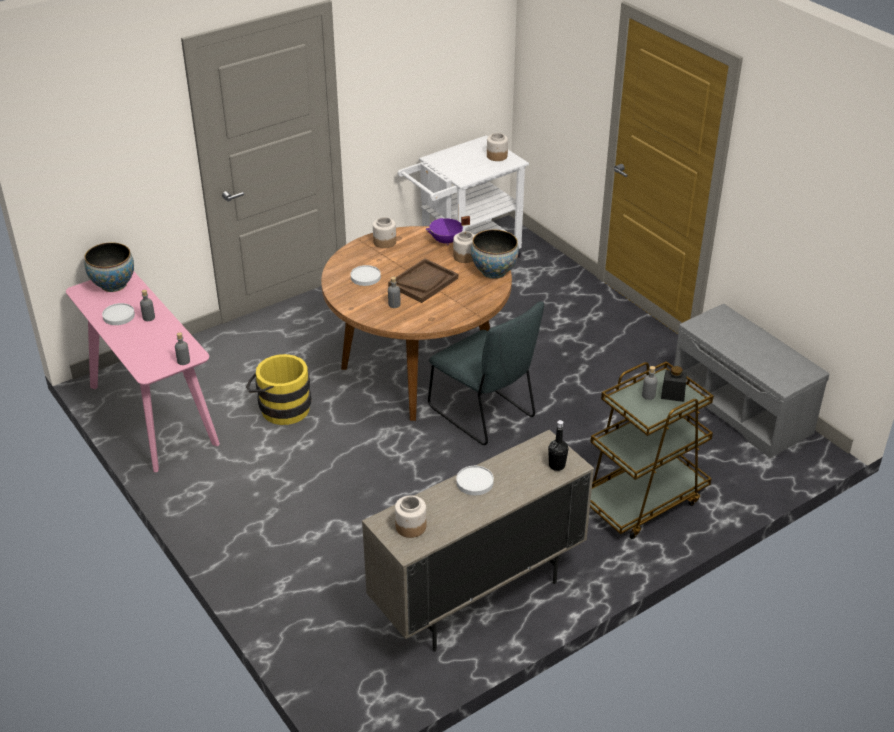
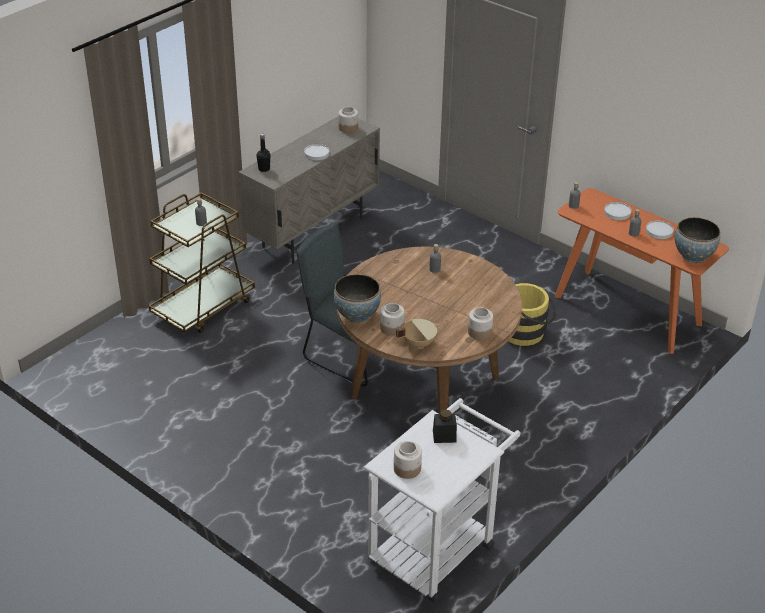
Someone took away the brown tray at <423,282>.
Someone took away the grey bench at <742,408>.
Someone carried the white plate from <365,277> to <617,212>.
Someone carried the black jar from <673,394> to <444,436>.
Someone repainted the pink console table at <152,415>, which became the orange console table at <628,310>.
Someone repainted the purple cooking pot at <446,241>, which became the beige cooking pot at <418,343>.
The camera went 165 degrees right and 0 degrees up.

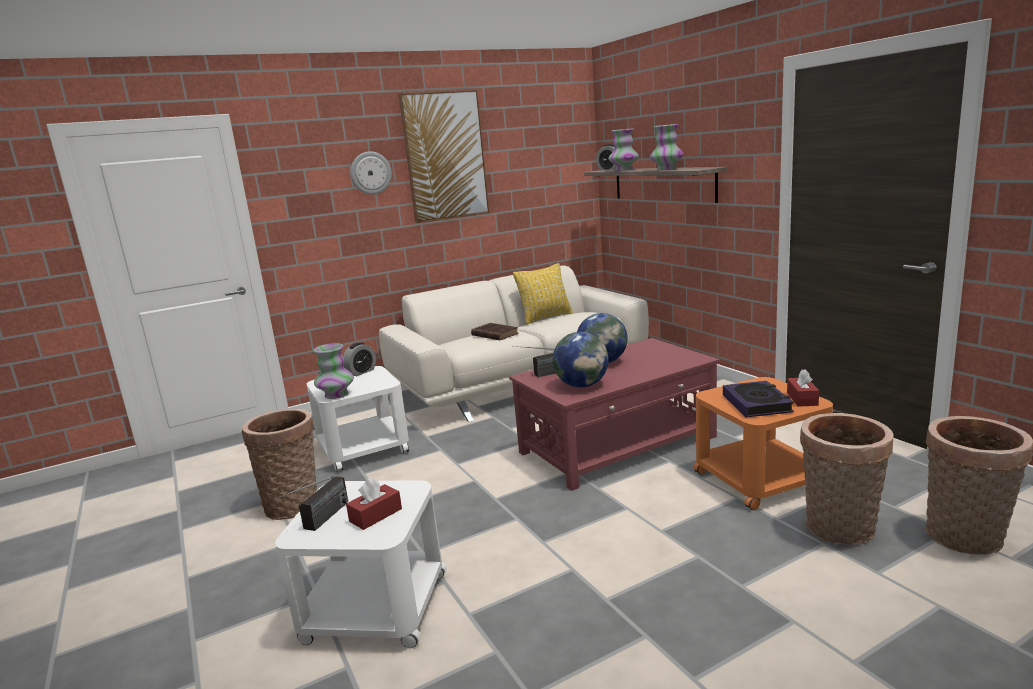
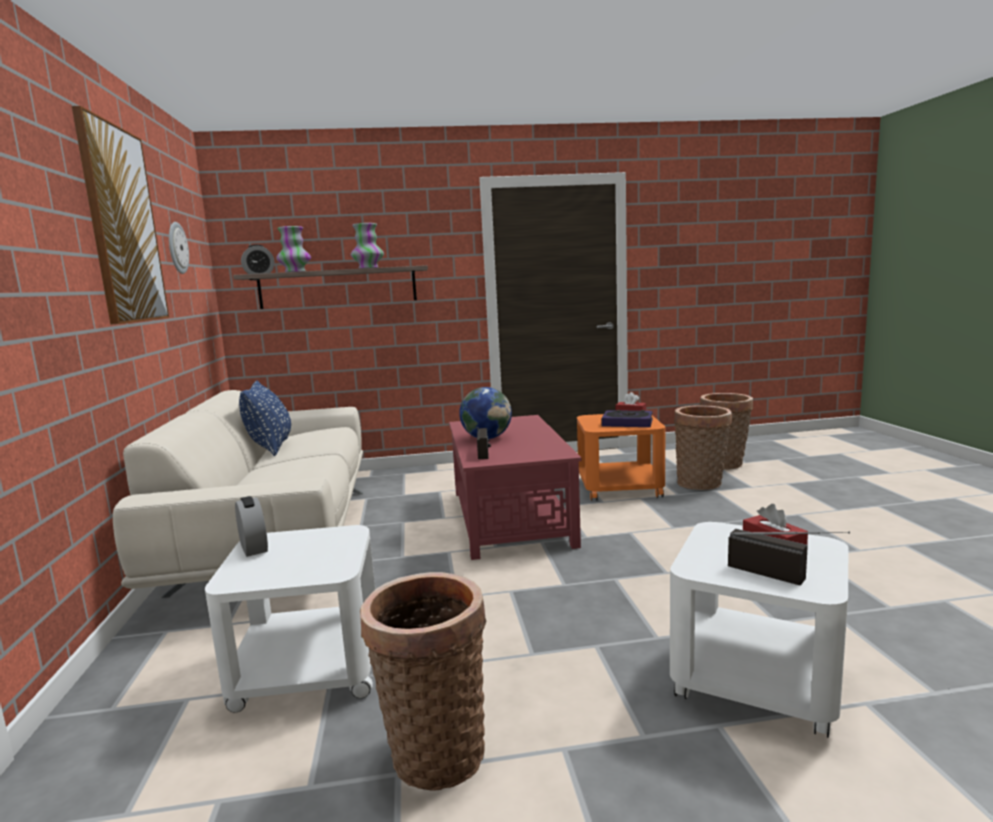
Someone took away the vase at <336,395>.
Someone took away the brown book at <494,334>.
Someone took away the globe at <582,385>.
Someone carried the wall clock from <371,173> to <177,248>.
Someone repainted the yellow pillow at <545,317>, which became the blue pillow at <271,448>.
The camera went 70 degrees left and 5 degrees down.

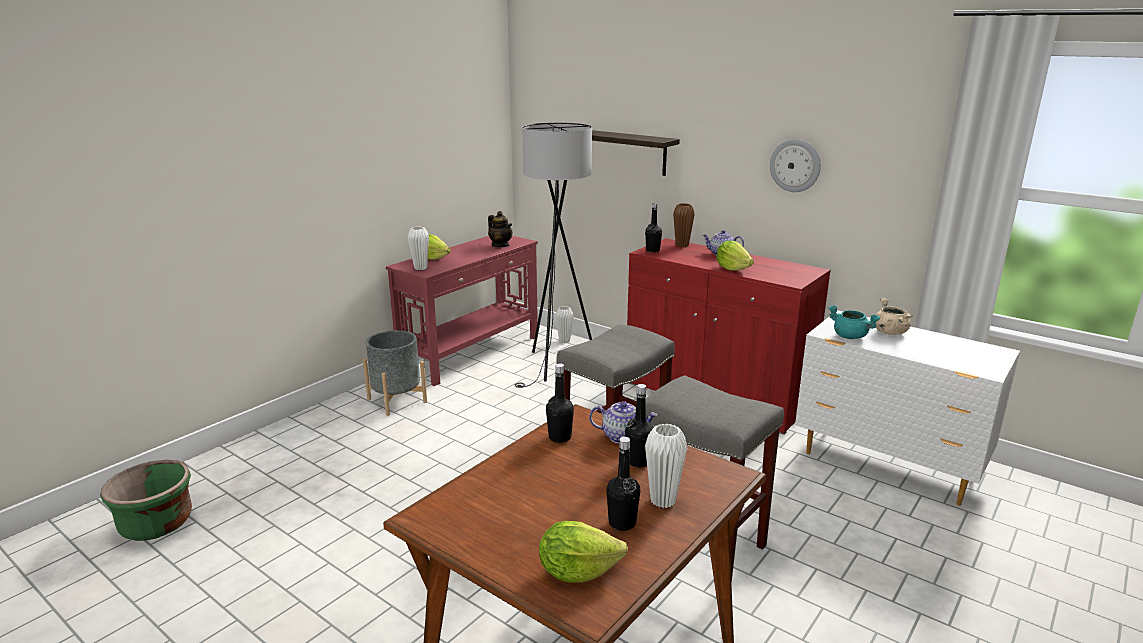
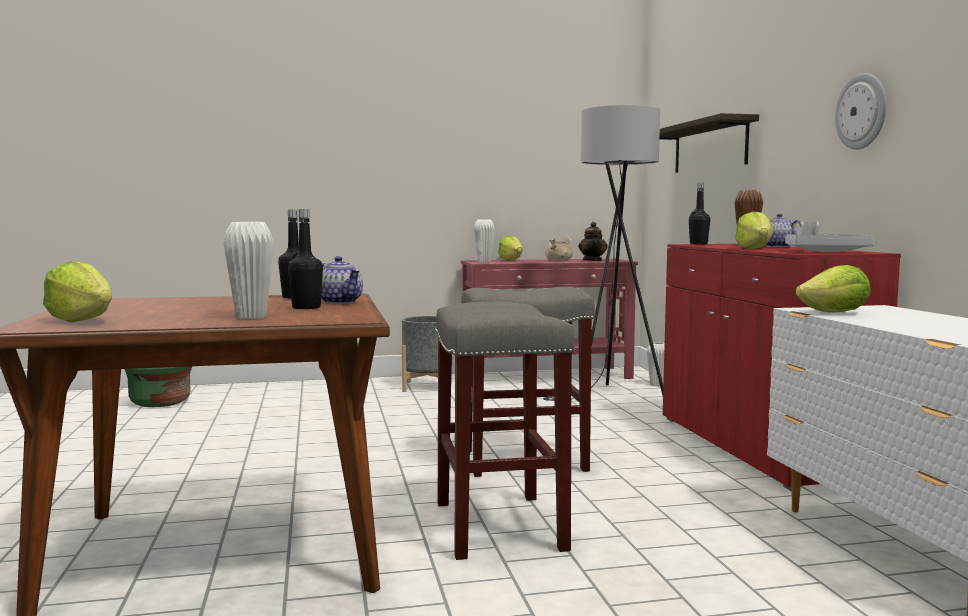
Someone took away the black bottle at <622,523>.
Someone put down the grey tray at <826,252>.
Someone carried the beige cooking pot from <889,332> to <558,261>.
Someone swapped the turquoise cooking pot at <850,336> for the lettuce at <835,313>.
The camera went 40 degrees right and 15 degrees down.

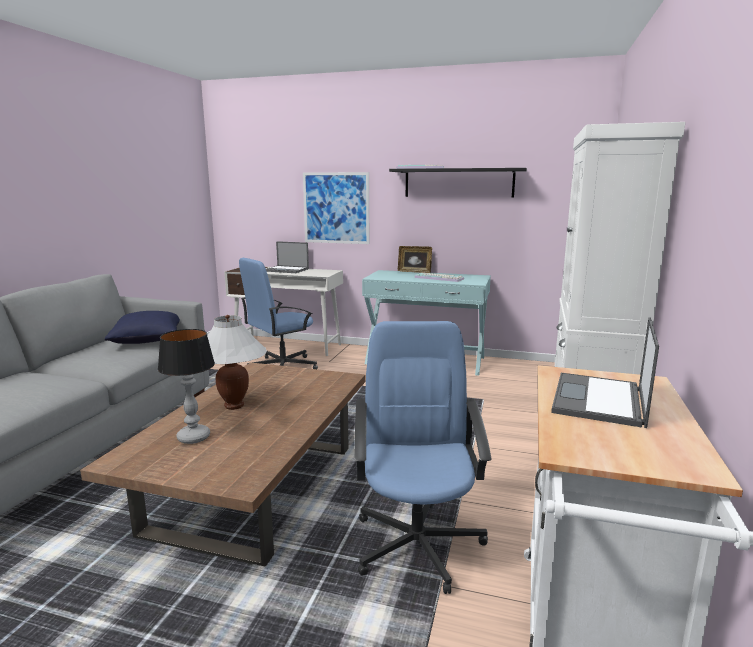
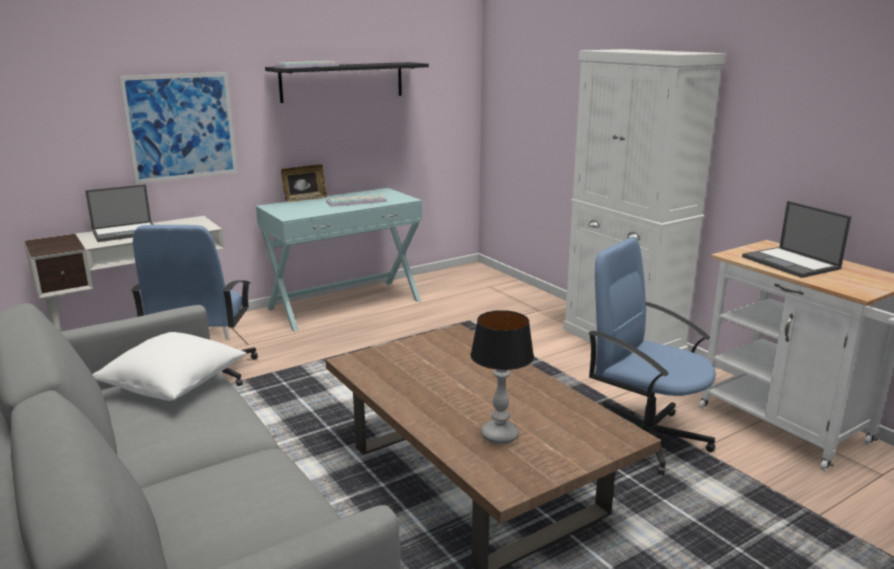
Someone took away the white table lamp at <234,406>.
Someone repainted the blue pillow at <148,341>, which became the white pillow at <175,385>.
The camera went 50 degrees left and 5 degrees up.

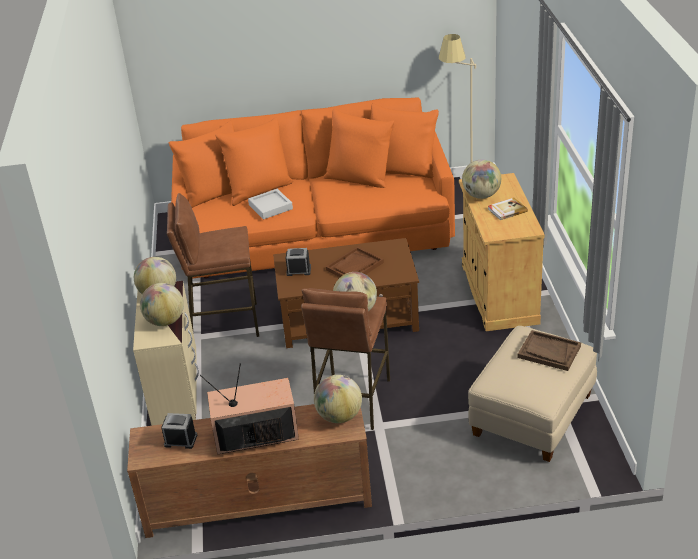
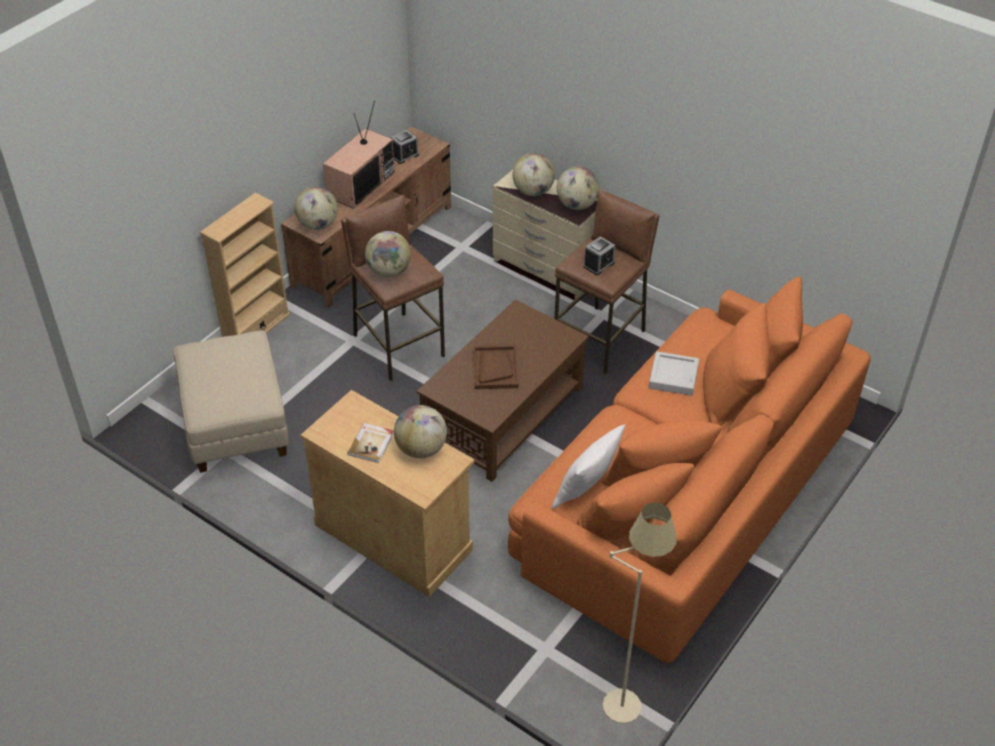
Someone took away the brown tray at <549,352>.
Someone put down the beige bookcase at <256,329>.
Someone put down the white pillow at <586,491>.
Someone carried the alarm clock from <298,270> to <598,264>.
The camera went 130 degrees right and 10 degrees up.

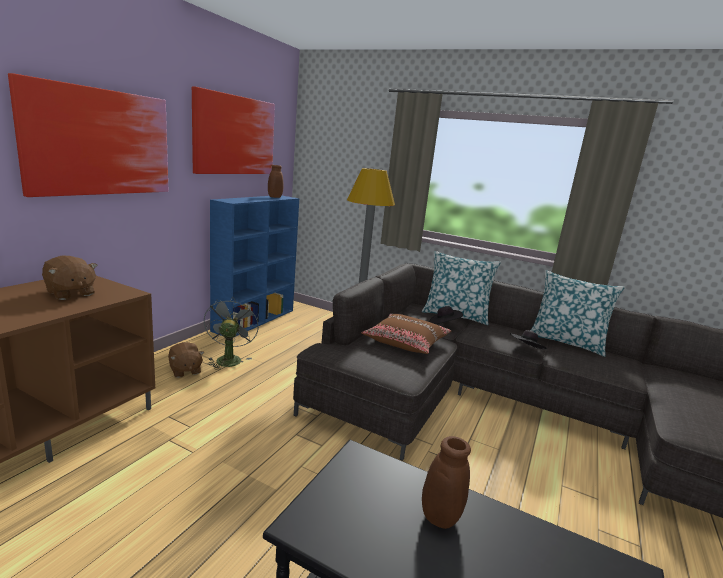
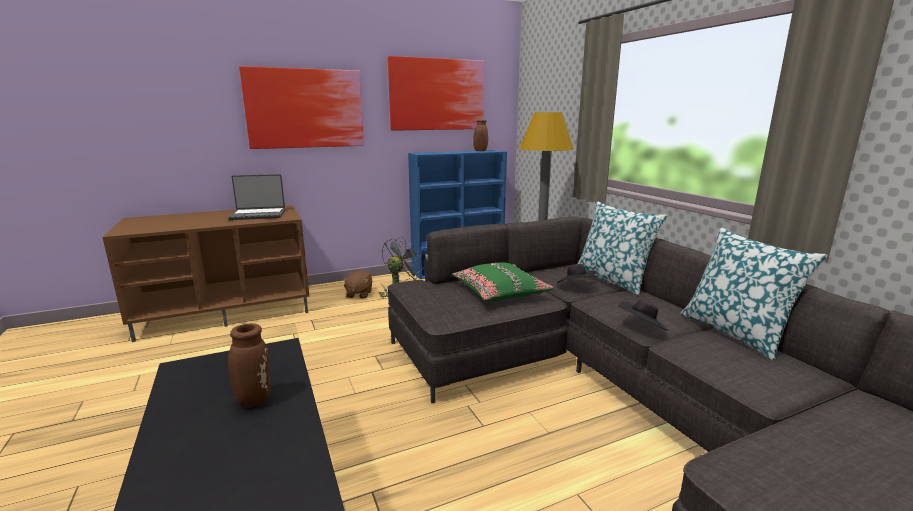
Someone swapped the brown plush toy at <70,293> for the laptop at <258,215>.
Someone repainted the brown pillow at <406,342>, which became the green pillow at <500,292>.
The camera went 40 degrees right and 0 degrees up.

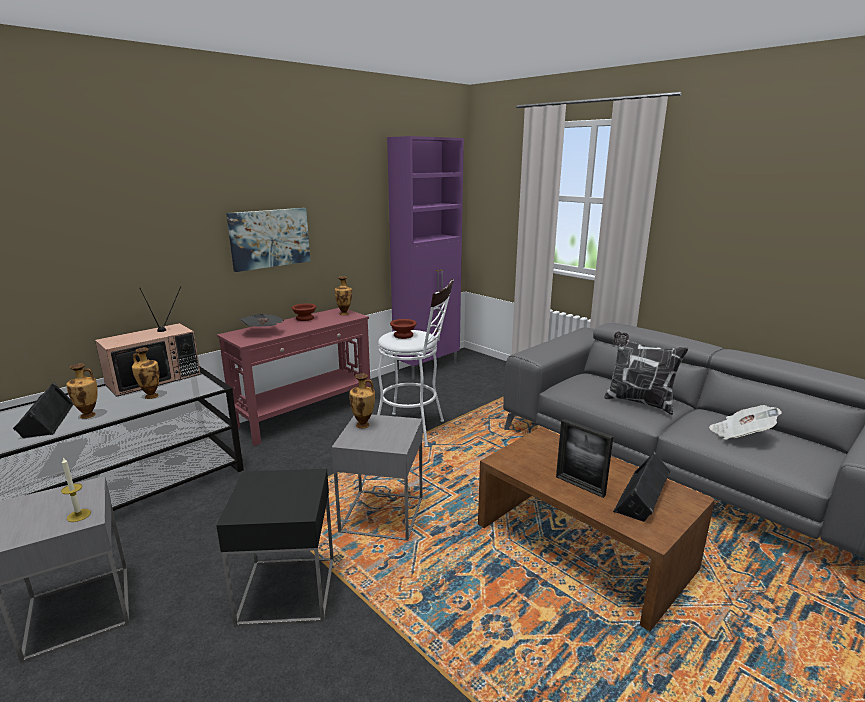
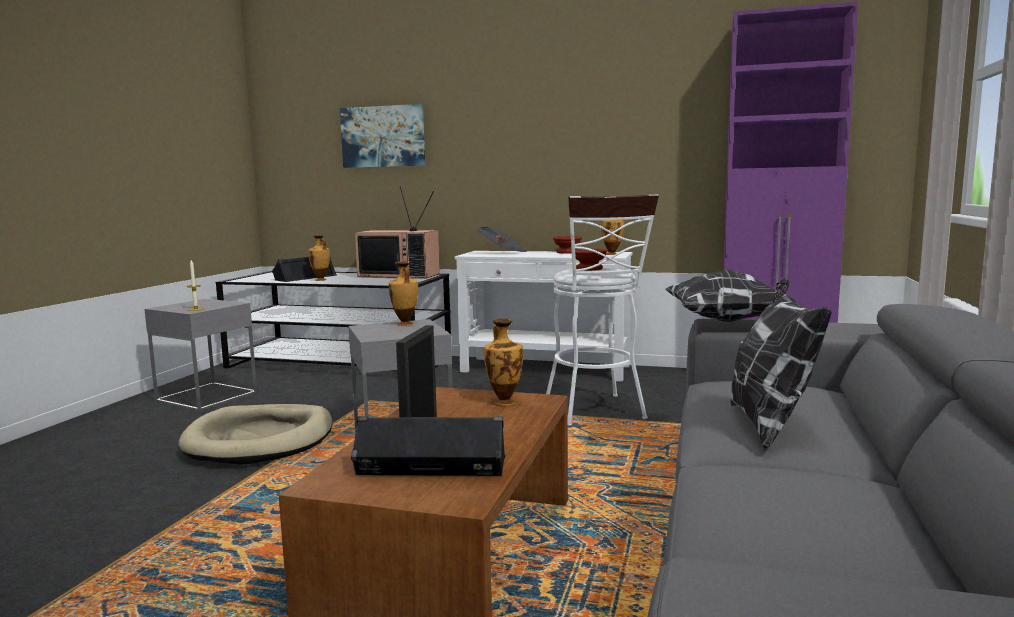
Someone took away the newspaper at <740,435>.
Someone put down the pillow at <727,321>.
Someone carried the vase from <151,396> to <504,402>.
Someone carried the picture from <269,238> to <383,136>.
Someone swapped the black side table at <287,590> for the beige dog bed at <260,439>.
Someone repainted the red console table at <306,414>, which became the white console table at <546,369>.
The camera went 60 degrees right and 10 degrees down.

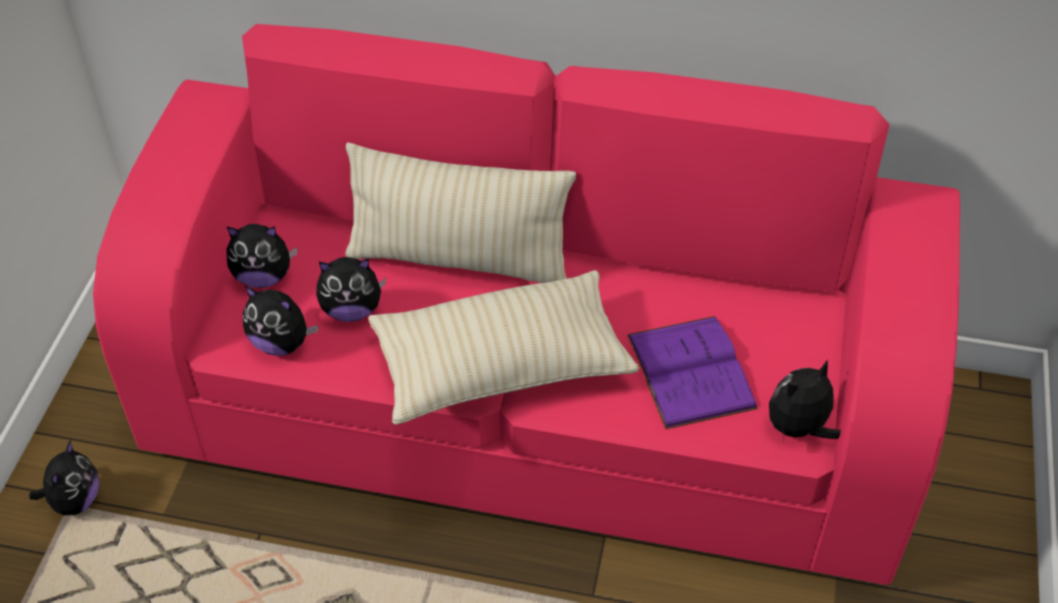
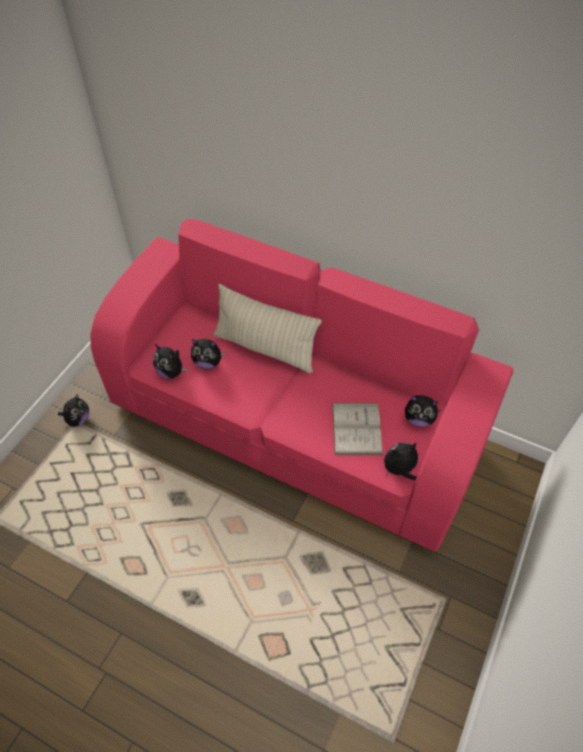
Someone took away the beige pillow at <501,367>.
Someone carried the plush toy from <263,277> to <418,419>.
Someone repainted the purple book at <691,371>, which became the white book at <356,428>.
The camera went 15 degrees right and 5 degrees up.

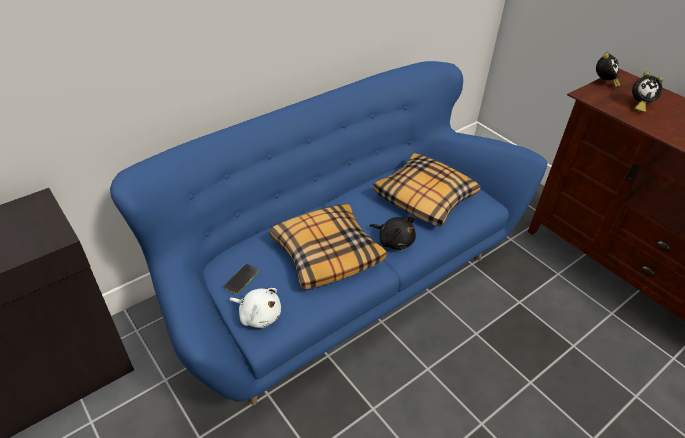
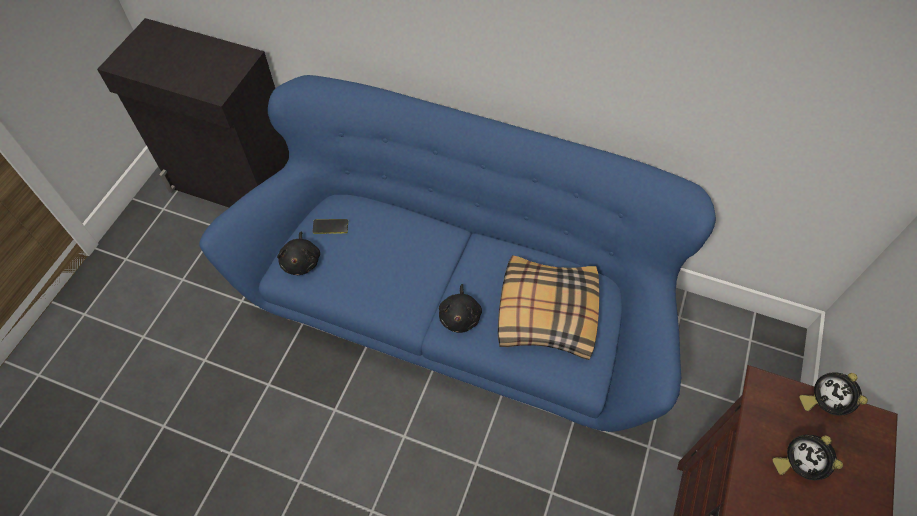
Someone took away the pillow at <326,253>.
Someone repainted the white plush toy at <258,315>, which became the black plush toy at <301,261>.
Someone rotated the alarm clock at <603,83> by 75 degrees clockwise.
The camera went 60 degrees right and 15 degrees up.

